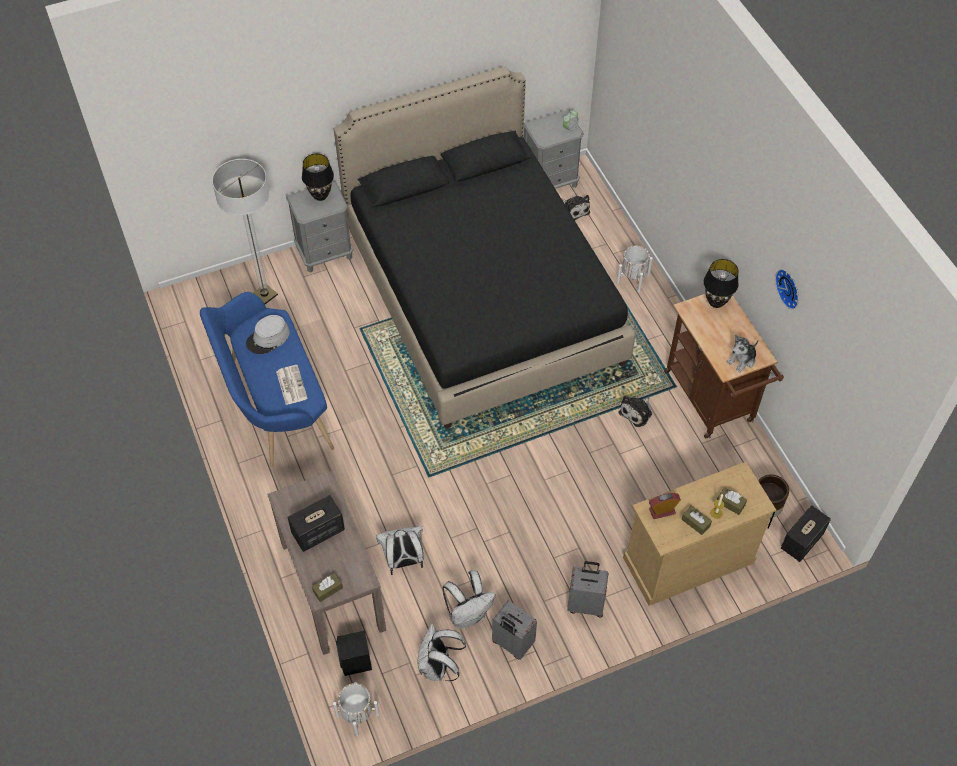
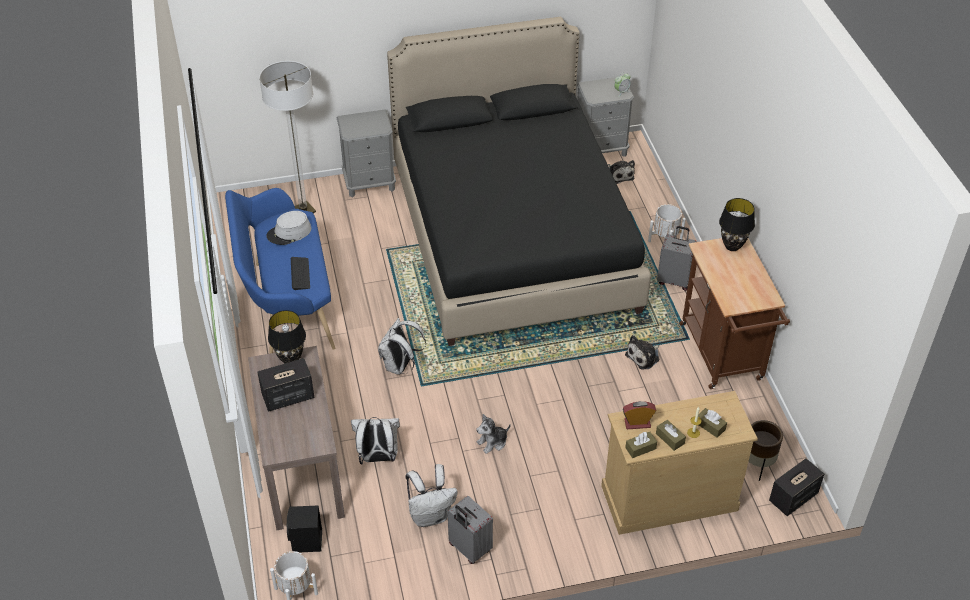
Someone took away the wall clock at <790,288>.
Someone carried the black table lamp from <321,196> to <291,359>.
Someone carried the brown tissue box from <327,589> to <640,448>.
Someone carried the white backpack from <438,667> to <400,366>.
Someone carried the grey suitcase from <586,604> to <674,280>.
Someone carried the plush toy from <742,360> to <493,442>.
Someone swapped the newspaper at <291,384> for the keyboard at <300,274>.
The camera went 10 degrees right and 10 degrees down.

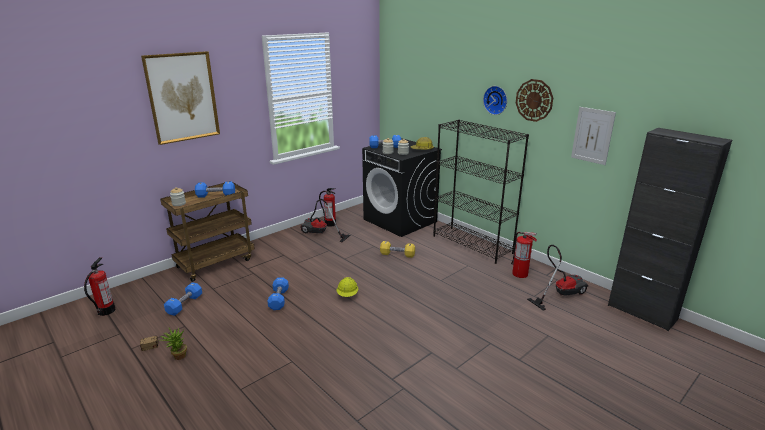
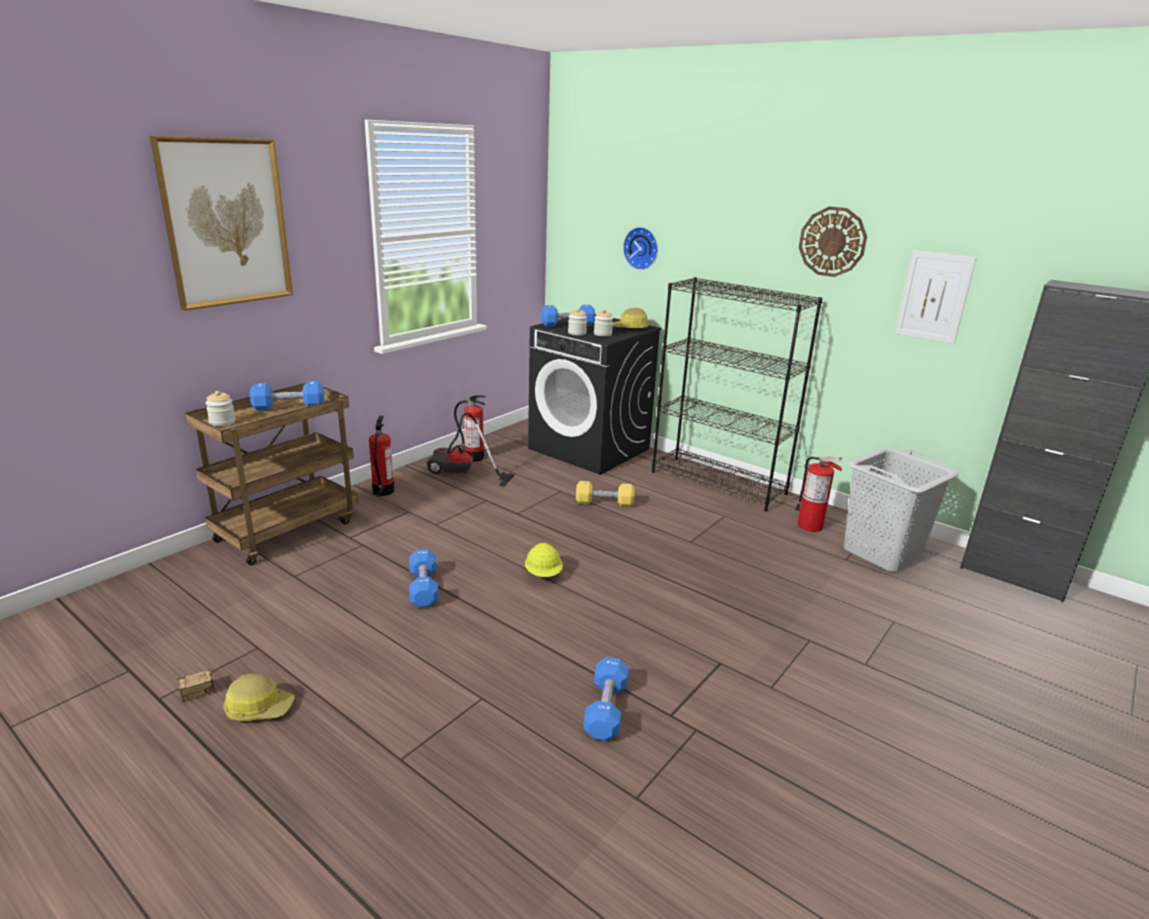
Someone carried the fire extinguisher from <106,311> to <383,491>.
Someone carried the blue dumbbell from <185,305> to <606,710>.
Someone carried the wall clock from <496,100> to <642,248>.
Someone swapped the potted plant at <177,357> for the hard hat at <259,707>.
Someone swapped the vacuum cleaner at <560,293> for the grey laundry basket at <882,553>.
The camera went 10 degrees left and 0 degrees up.

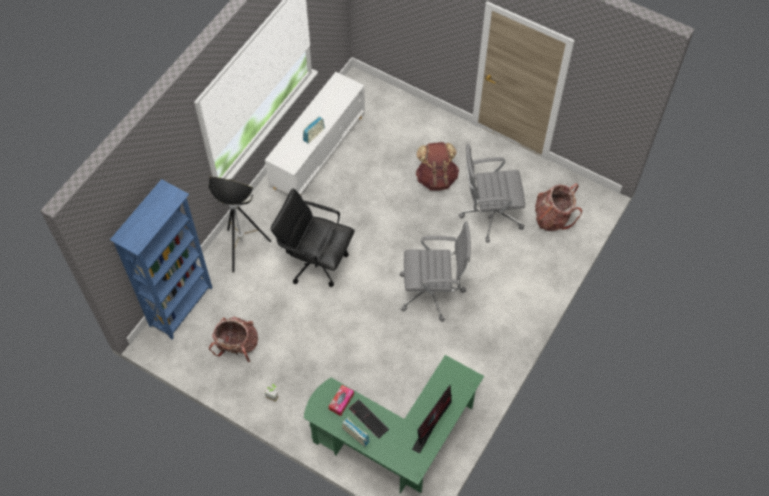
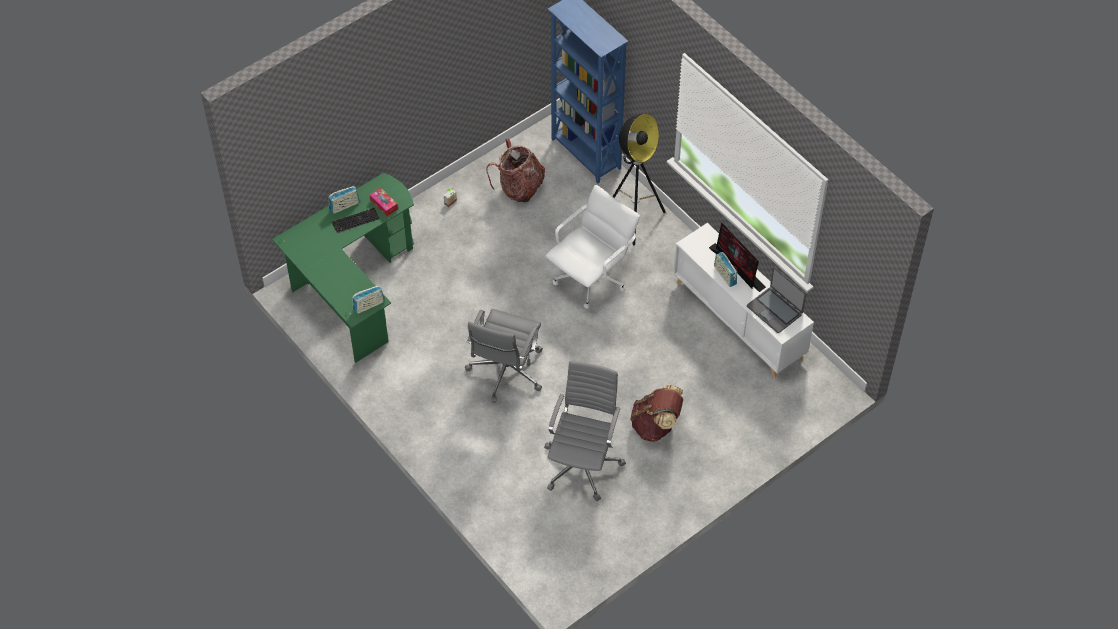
Someone took away the backpack at <553,218>.
Someone put down the radio at <368,305>.
Someone put down the laptop at <774,310>.
Someone carried the monitor from <433,421> to <737,268>.
Someone repainted the black office chair at <315,261>, which became the white office chair at <591,278>.
The camera went 110 degrees right and 5 degrees down.

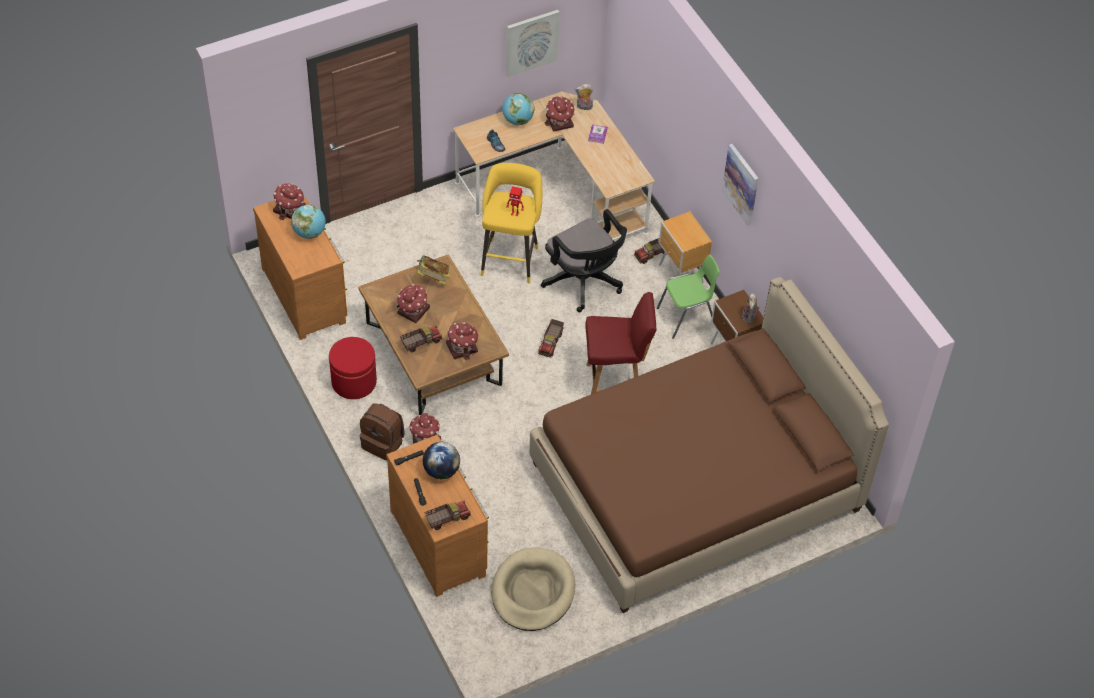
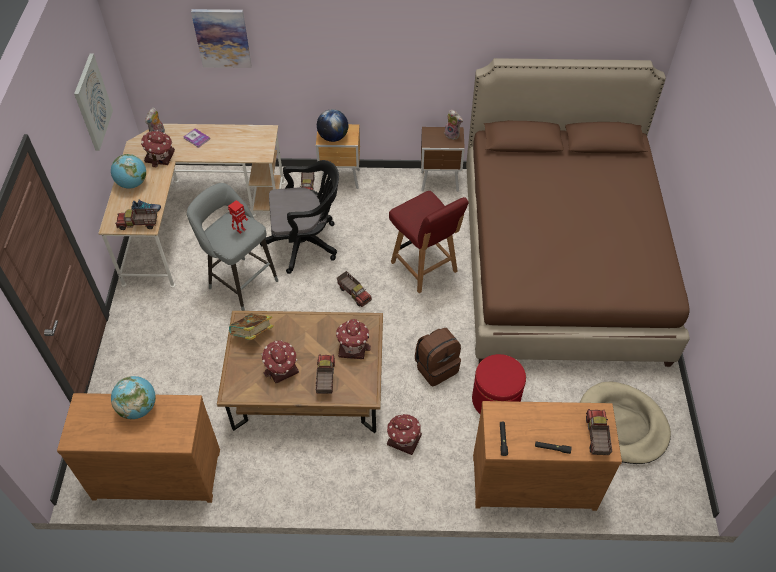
Someone took away the toy house at <290,209>.
Someone took away the green chair at <687,317>.
Someone put down the toy truck at <139,224>.
Someone carried the red ottoman from <354,382> to <495,400>.
Someone carried the brown backpack from <383,443> to <436,367>.
Someone carried the globe from <441,471> to <333,137>.
Someone carried the picture from <741,184> to <222,38>.
Someone repainted the yellow stool at <510,258>, which became the grey stool at <240,282>.
Someone rotated the red chair at <615,383> by 120 degrees clockwise.
The camera went 60 degrees left and 0 degrees up.

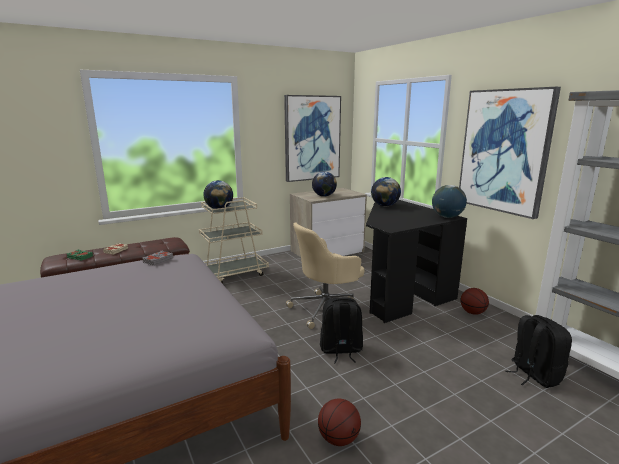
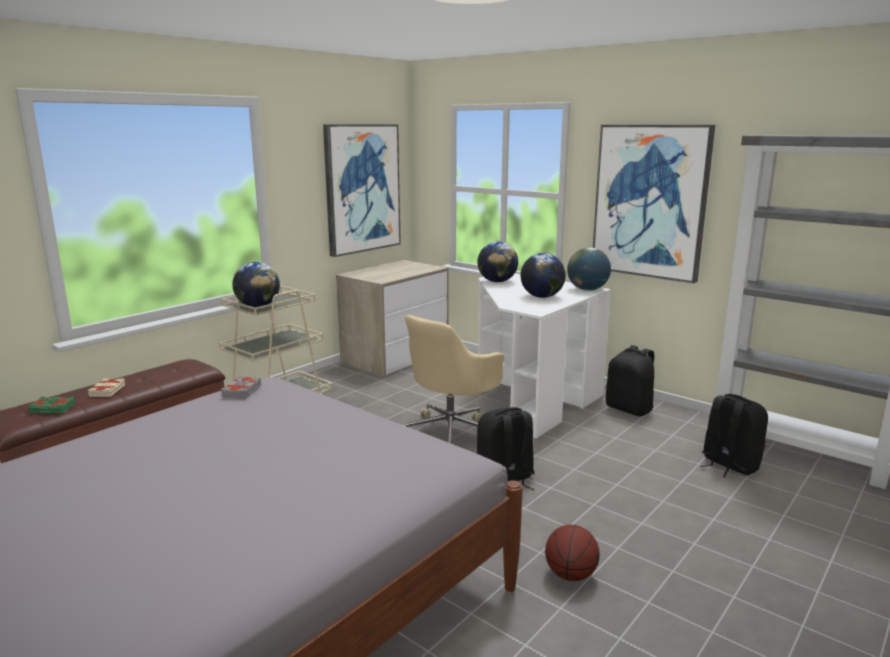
Someone carried the globe from <324,196> to <541,297>.
Someone swapped the basketball at <472,312> for the black backpack at <629,409>.
Someone repainted the black desk at <399,292>, which became the white desk at <529,397>.
The camera went 20 degrees left and 0 degrees up.

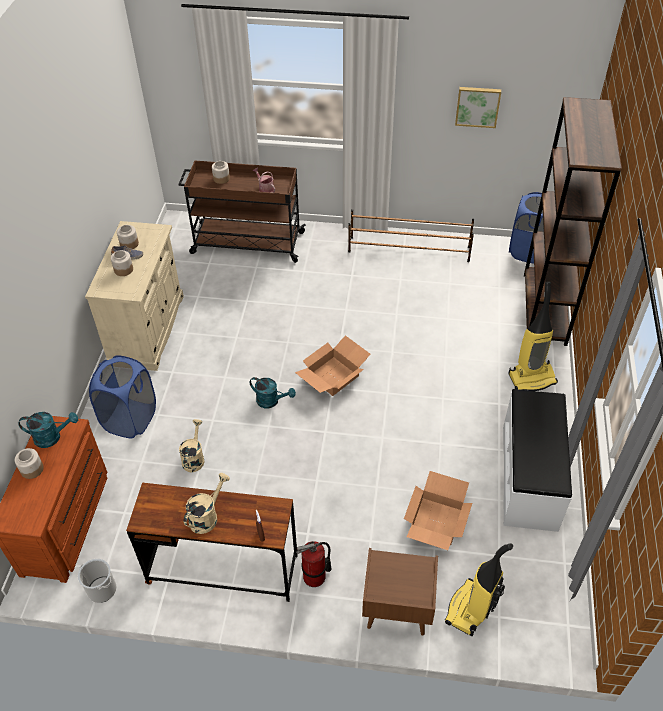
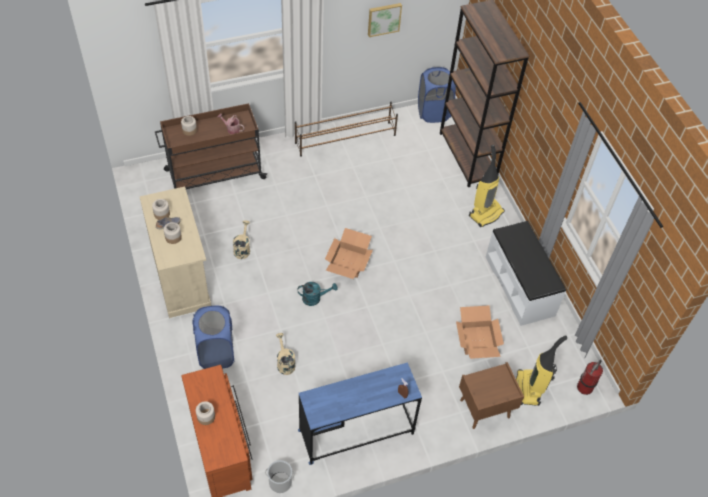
Someone took away the turquoise watering can at <52,437>.
Someone carried the beige watering can from <207,516> to <242,249>.
Someone carried the fire extinguisher from <315,577> to <585,387>.
Someone repainted the brown desk at <223,569>, which became the blue desk at <356,432>.
The camera went 30 degrees left and 5 degrees up.

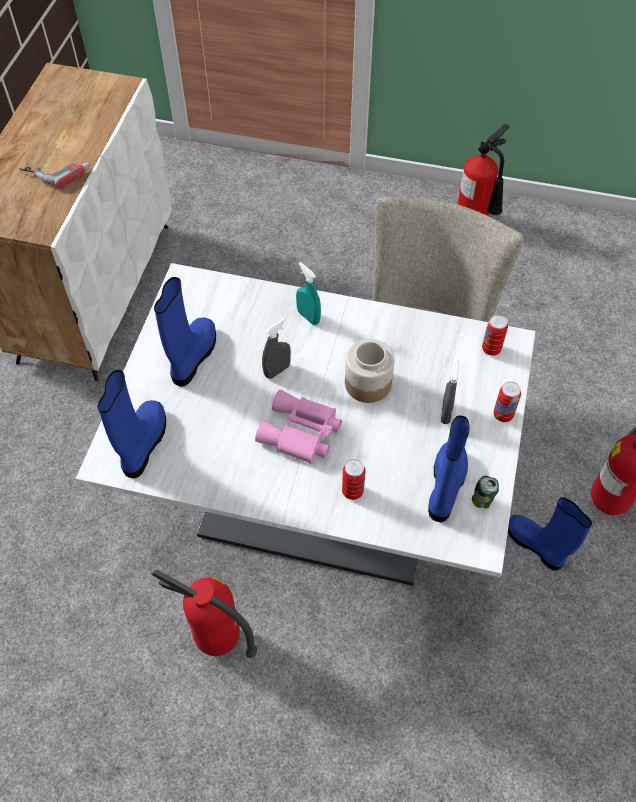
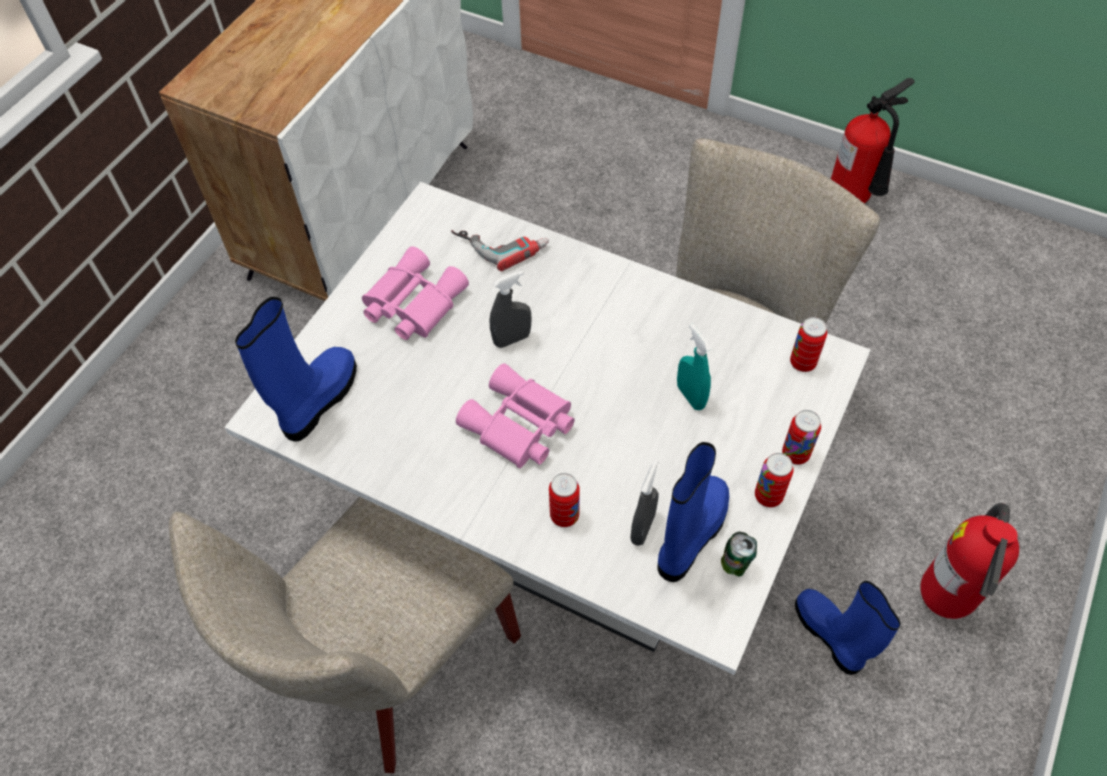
Someone took away the jar at <367,384>.
Someone put down the can at <768,496>.
Someone carried the power drill from <57,171> to <501,242>.
Someone carried the turquoise spray bottle from <308,317> to <690,396>.
Someone carried the grey spray bottle from <446,413> to <642,528>.
Someone swapped the fire extinguisher at <217,640> for the beige chair at <389,666>.
Someone swapped the blue boot at <192,357> for the pink binoculars at <411,303>.
The camera went 15 degrees right and 0 degrees up.

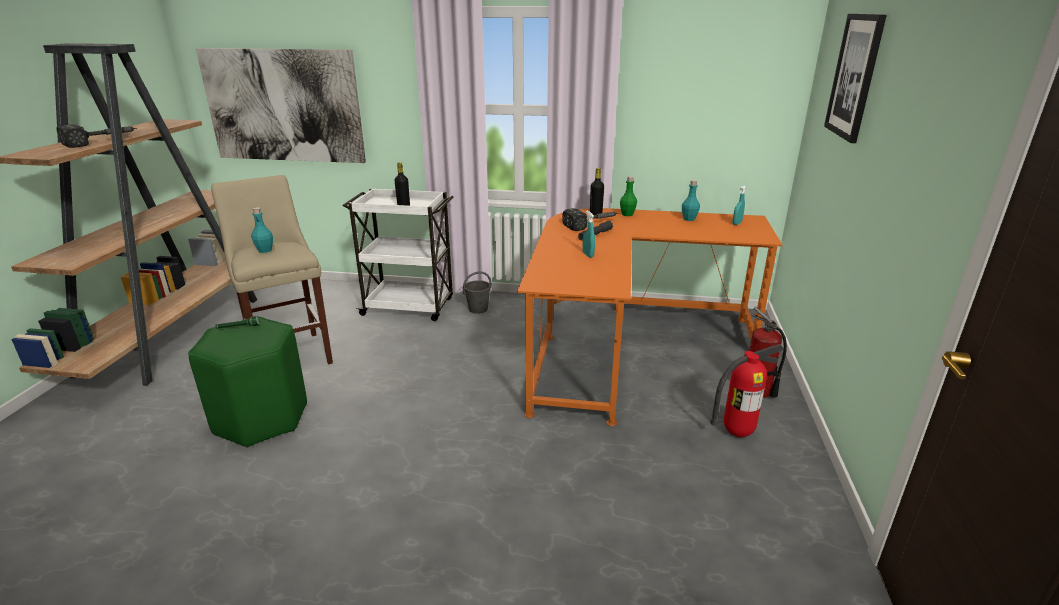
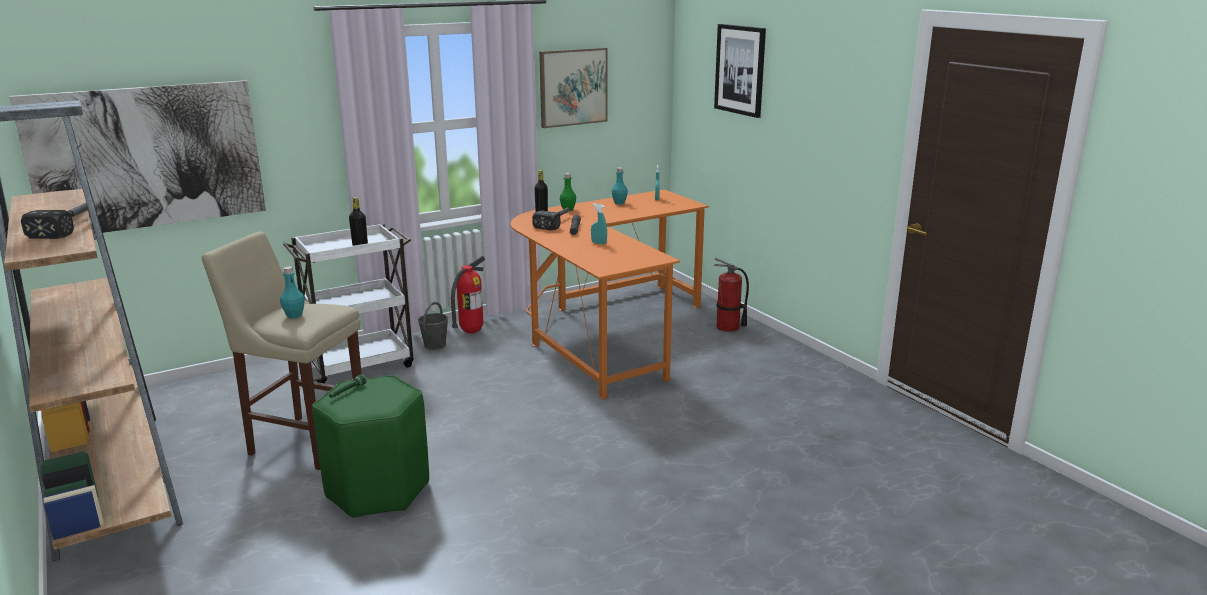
Someone put up the picture at <573,87>.
Someone carried the fire extinguisher from <737,432> to <471,332>.
The camera went 40 degrees left and 5 degrees down.

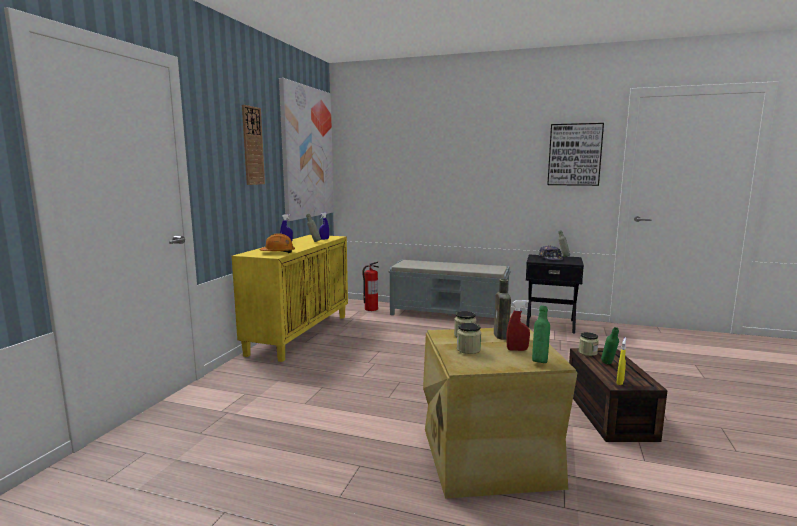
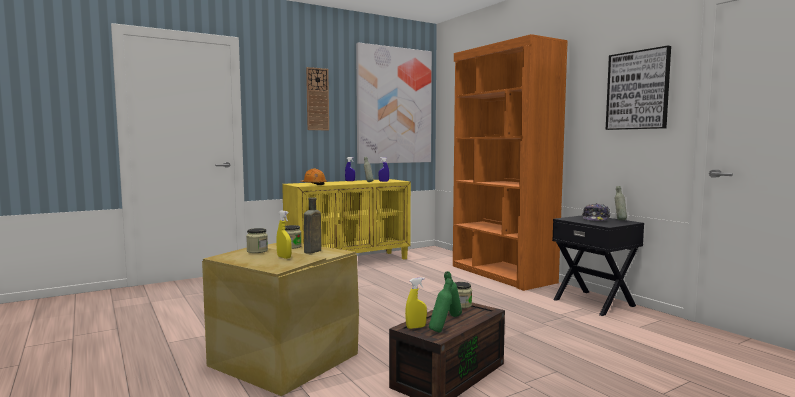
Someone took away the fire extinguisher at <371,309>.
Someone carried the green bottle from <539,361> to <440,330>.
Someone swapped the grey bench at <449,314> for the orange bookcase at <501,274>.
Someone repainted the red spray bottle at <517,350>, which became the yellow spray bottle at <284,257>.
The camera went 40 degrees right and 5 degrees down.

